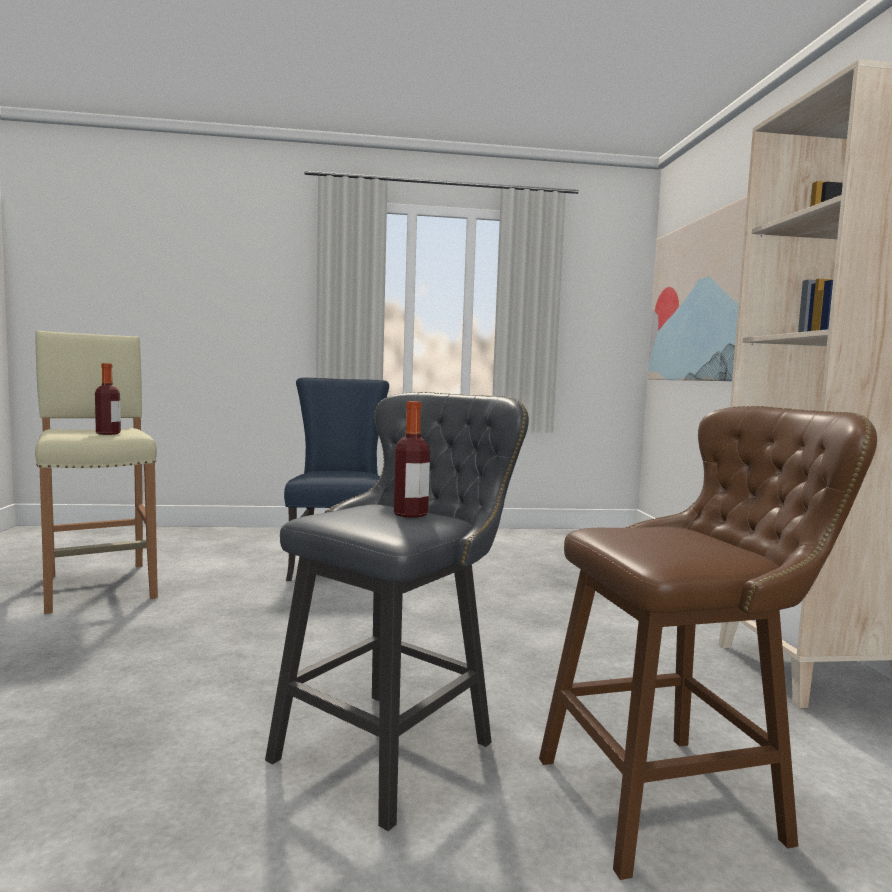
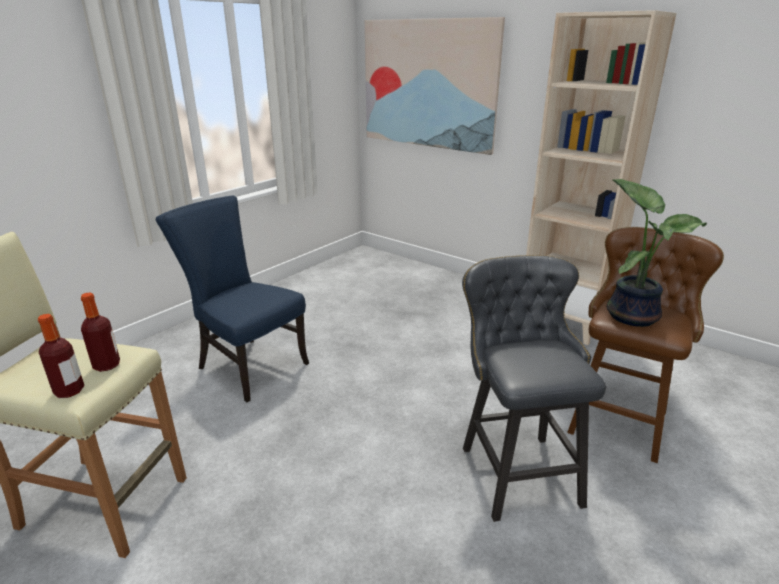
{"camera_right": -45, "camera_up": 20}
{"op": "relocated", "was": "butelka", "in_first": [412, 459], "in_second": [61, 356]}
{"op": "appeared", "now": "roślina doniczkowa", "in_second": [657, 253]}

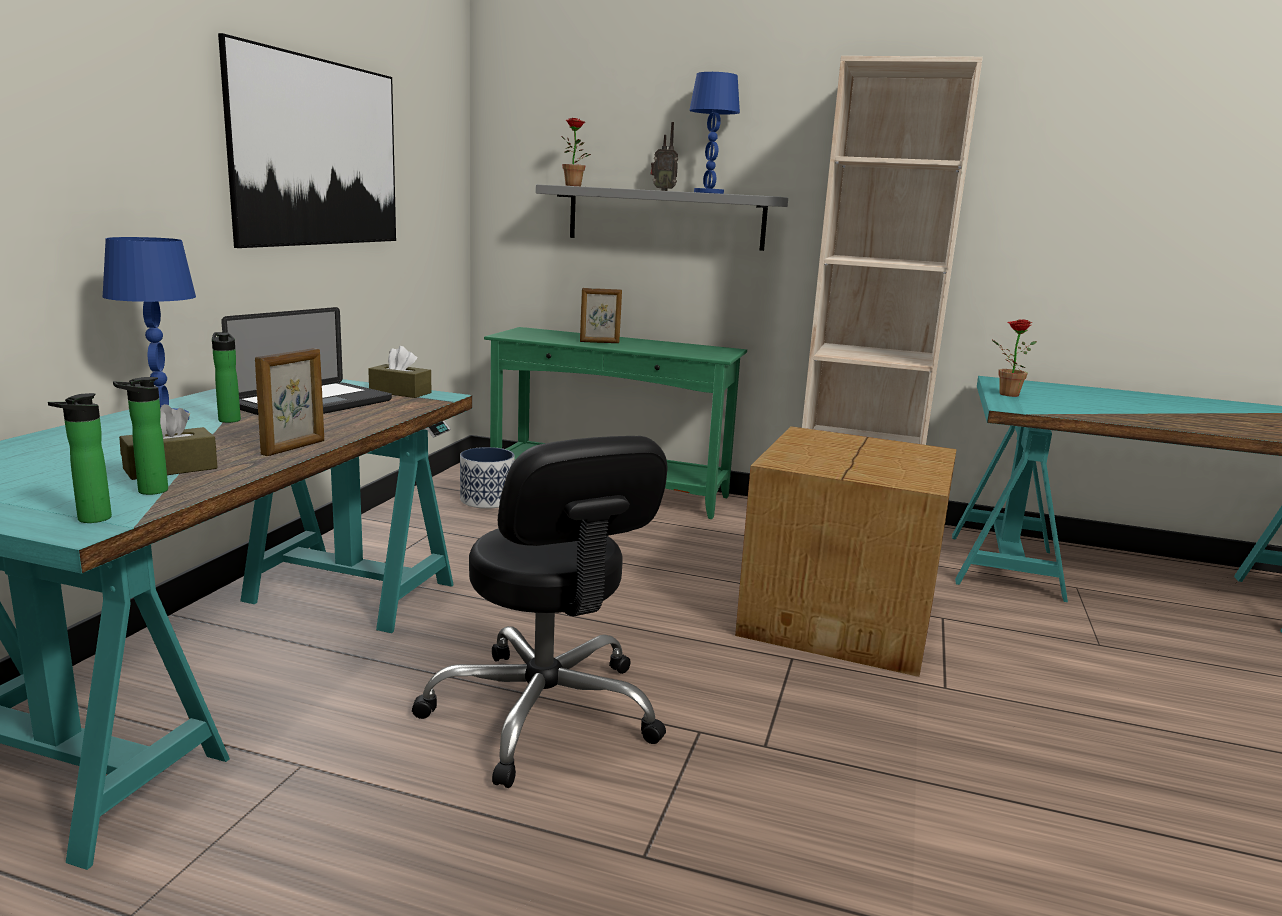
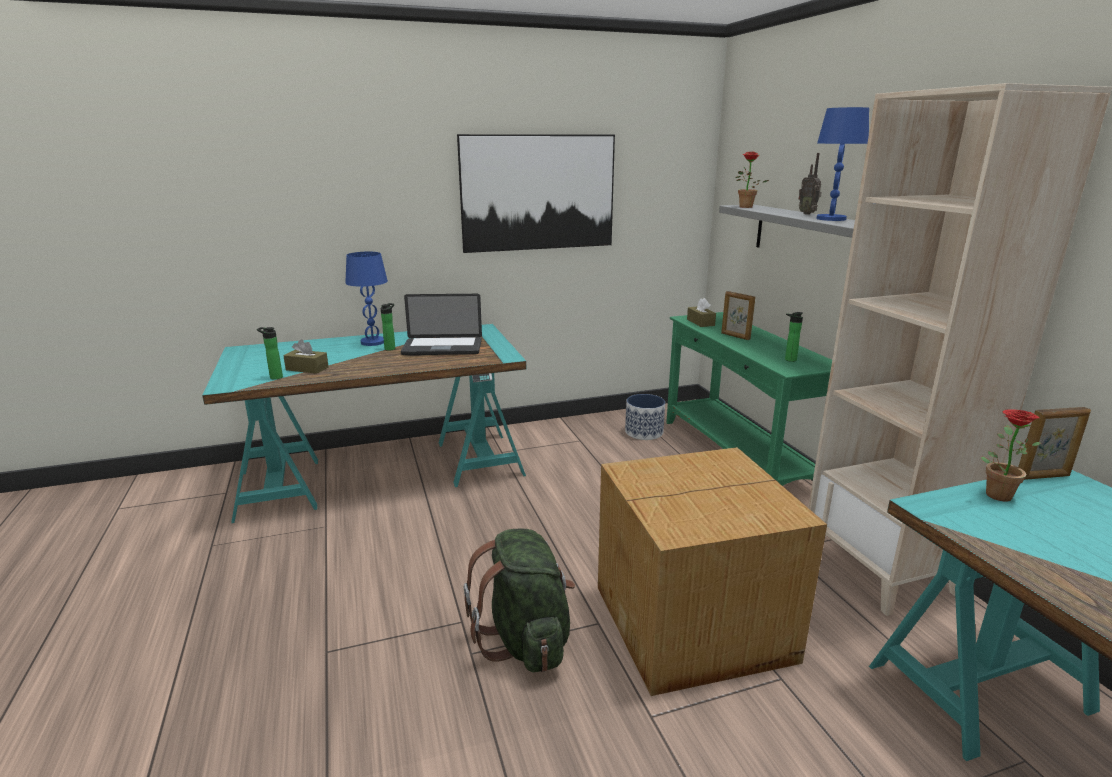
{"camera_right": 55, "camera_up": 5}
{"op": "appeared", "now": "plecak (zielony)", "in_second": [519, 600]}
{"op": "relocated", "was": "pudełko chusteczek (brązowy)", "in_first": [399, 372], "in_second": [701, 312]}
{"op": "relocated", "was": "butelka", "in_first": [80, 458], "in_second": [794, 337]}
{"op": "relocated", "was": "ramka na zdjęcie", "in_first": [289, 402], "in_second": [1054, 443]}
{"op": "missing", "was": "krzesło biurowe (czarny)", "in_first": [539, 612]}

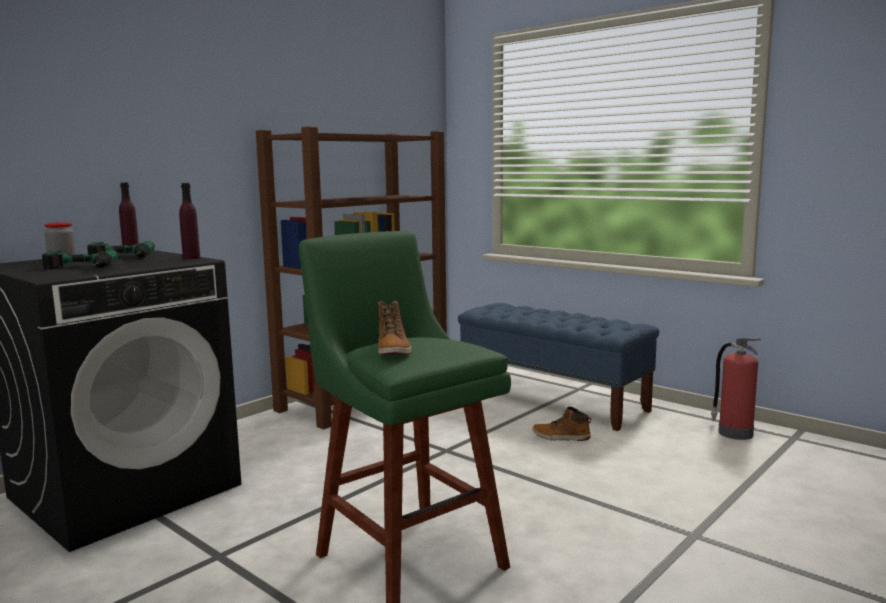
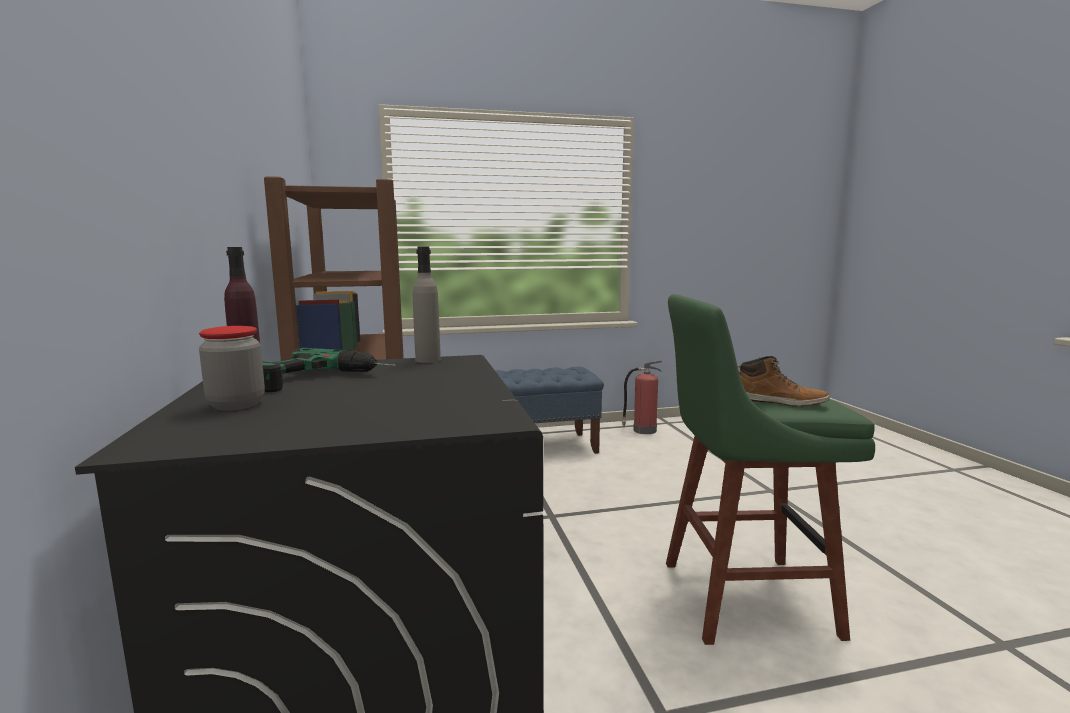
{"camera_right": -55, "camera_up": 0}
{"op": "colour", "was": "butelka (fioletowy)", "now": "butelka (szary)", "in_first": [189, 221], "in_second": [427, 304]}
{"op": "missing", "was": "wiertarka", "in_first": [80, 259]}
{"op": "missing", "was": "but z cholewką", "in_first": [562, 424]}

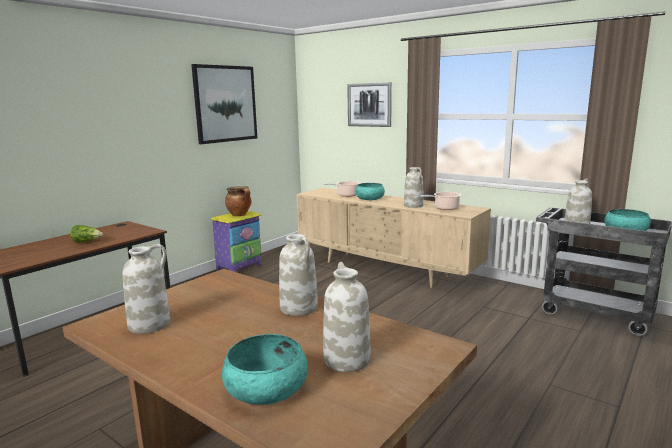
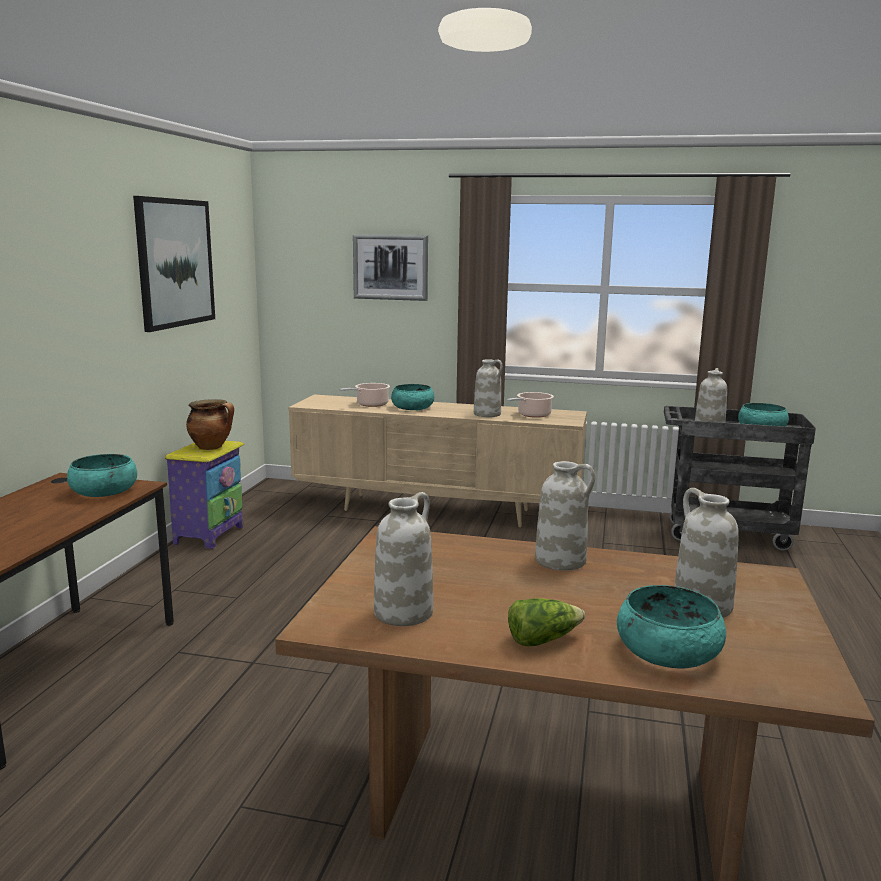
{"camera_right": -25, "camera_up": 0}
{"op": "appeared", "now": "miska (turkusowy)", "in_second": [102, 475]}
{"op": "relocated", "was": "sałata", "in_first": [86, 234], "in_second": [546, 622]}

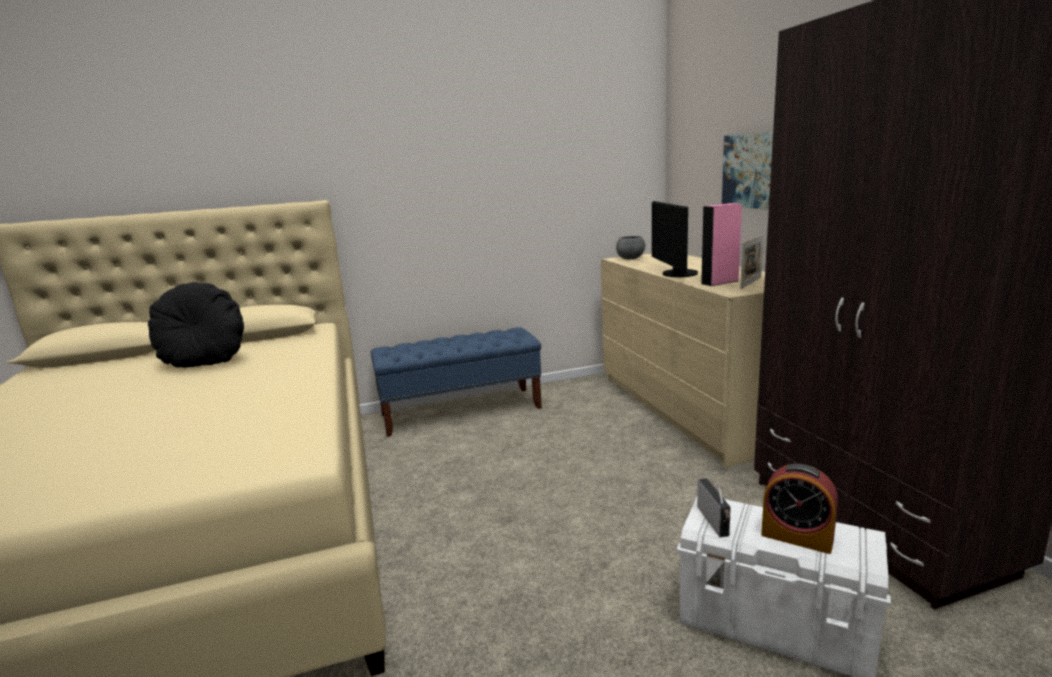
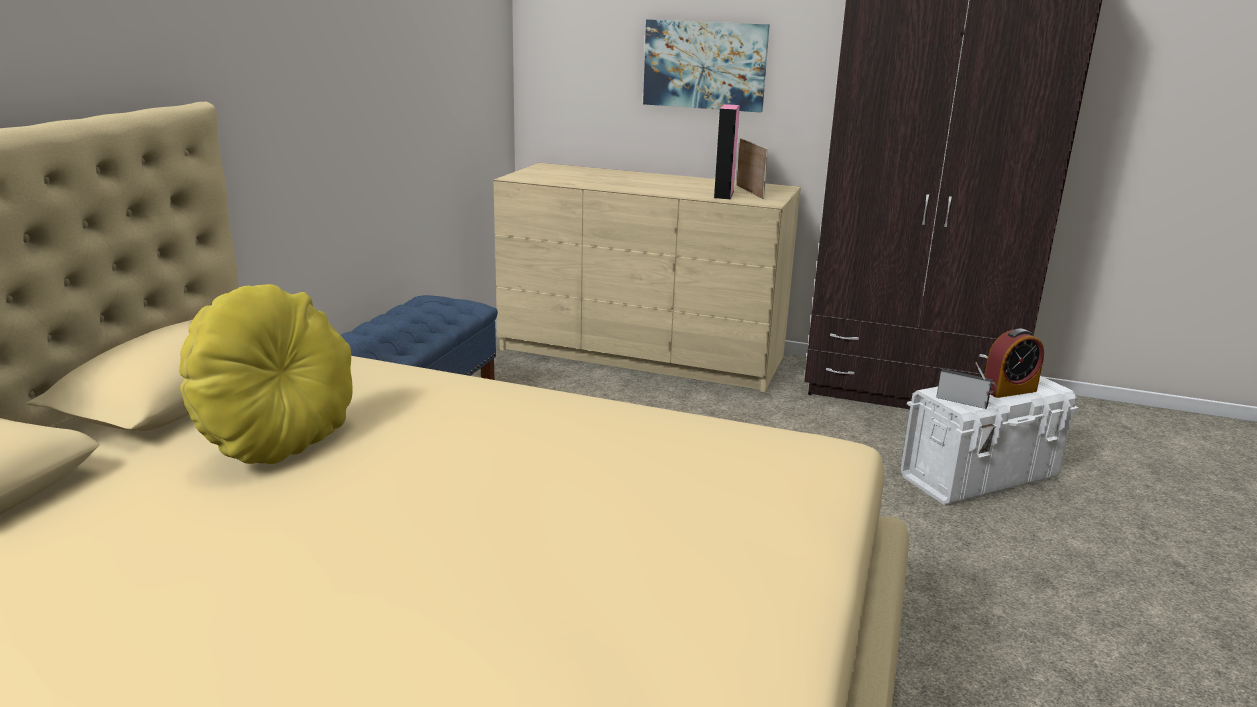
{"camera_right": -55, "camera_up": 5}
{"op": "colour", "was": "poduszka (czarny)", "now": "poduszka (żółty)", "in_first": [196, 325], "in_second": [266, 374]}
{"op": "missing", "was": "miska (szary)", "in_first": [631, 247]}
{"op": "missing", "was": "monitor", "in_first": [675, 239]}

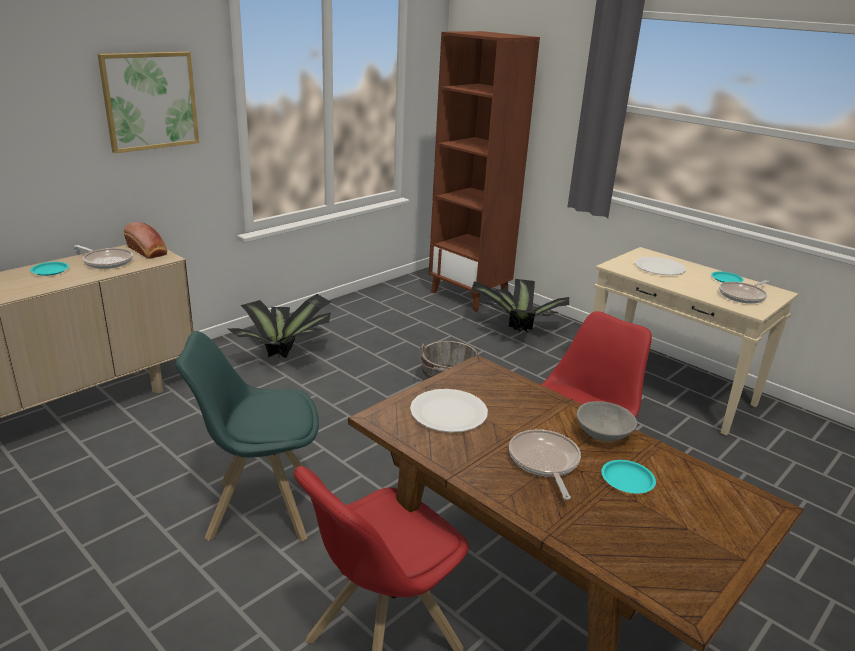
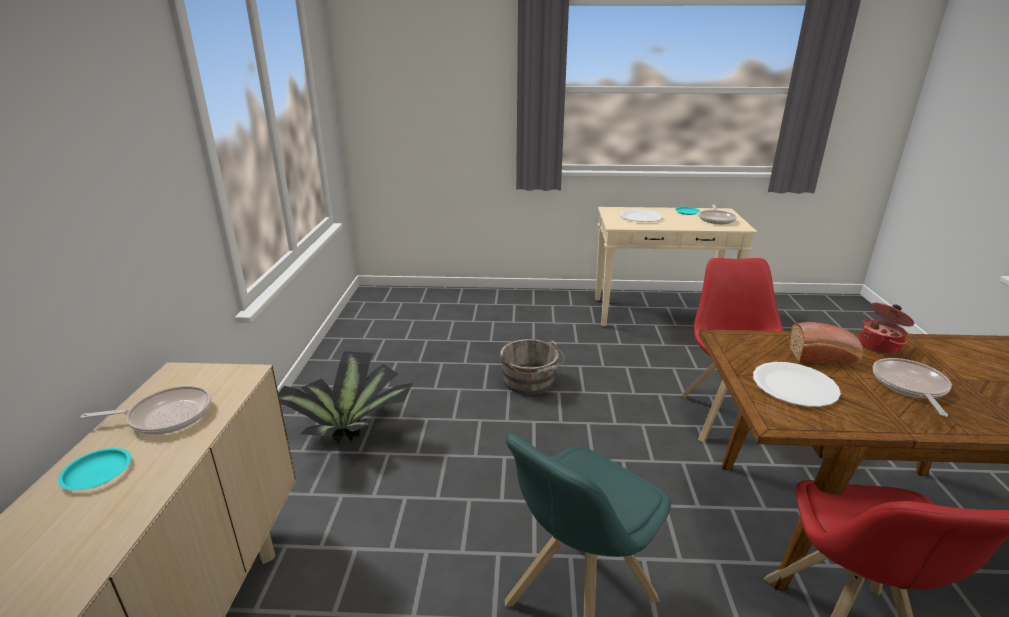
{"camera_right": -40, "camera_up": 0}
{"op": "relocated", "was": "chleb", "in_first": [145, 240], "in_second": [826, 343]}
{"op": "exchanged", "was": "miska (szary)", "now": "garnek", "in_first": [607, 421], "in_second": [886, 328]}
{"op": "spun", "was": "patelnia", "in_first": [545, 464], "in_second": [912, 387], "clockwise": 60}
{"op": "missing", "was": "obraz", "in_first": [148, 102]}
{"op": "missing", "was": "regał (brązowy)", "in_first": [484, 171]}
{"op": "missing", "was": "roślina doniczkowa", "in_first": [520, 305]}
{"op": "missing", "was": "talerz (turkusowy)", "in_first": [628, 477]}

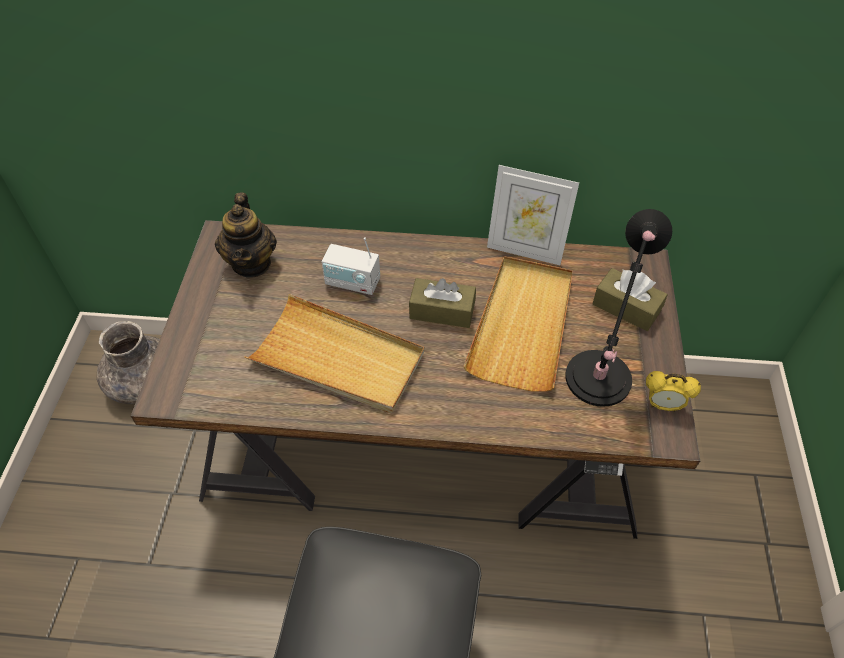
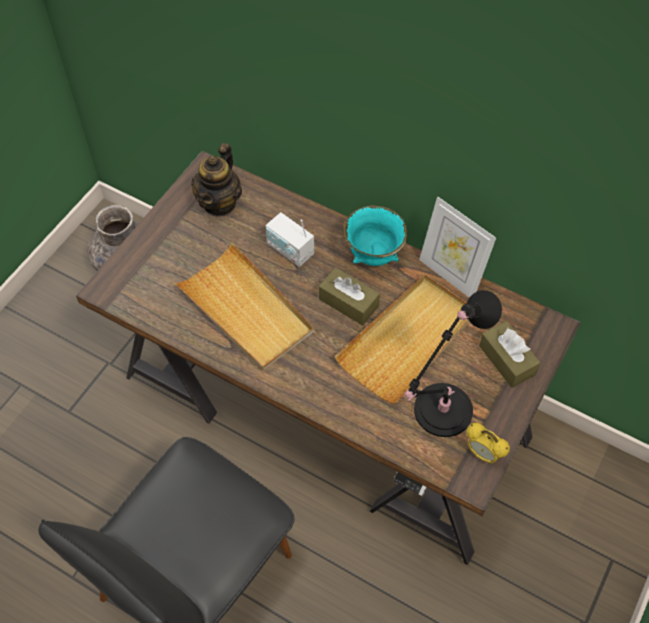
{"camera_right": 25, "camera_up": 5}
{"op": "appeared", "now": "miska (turkusowy)", "in_second": [375, 235]}

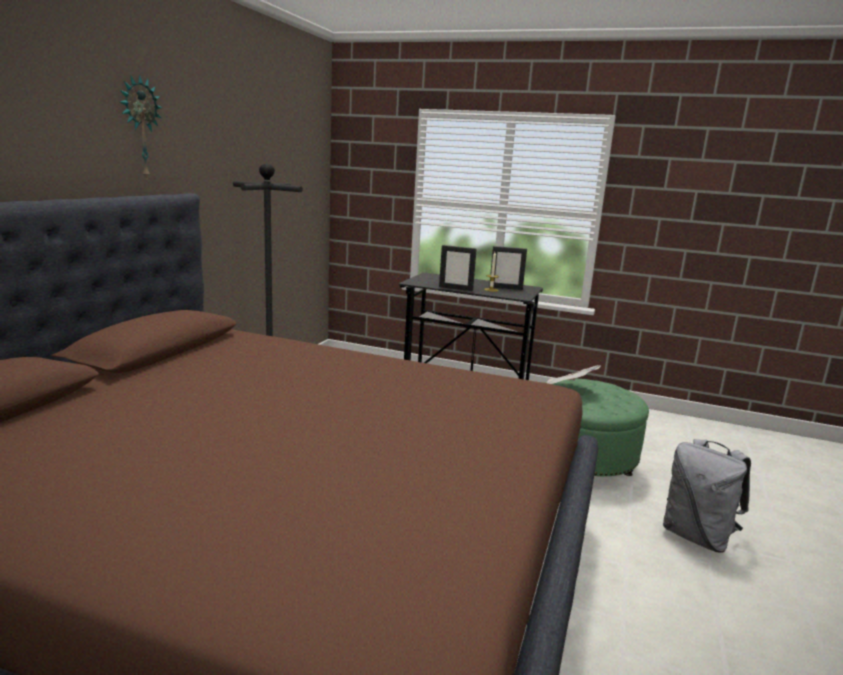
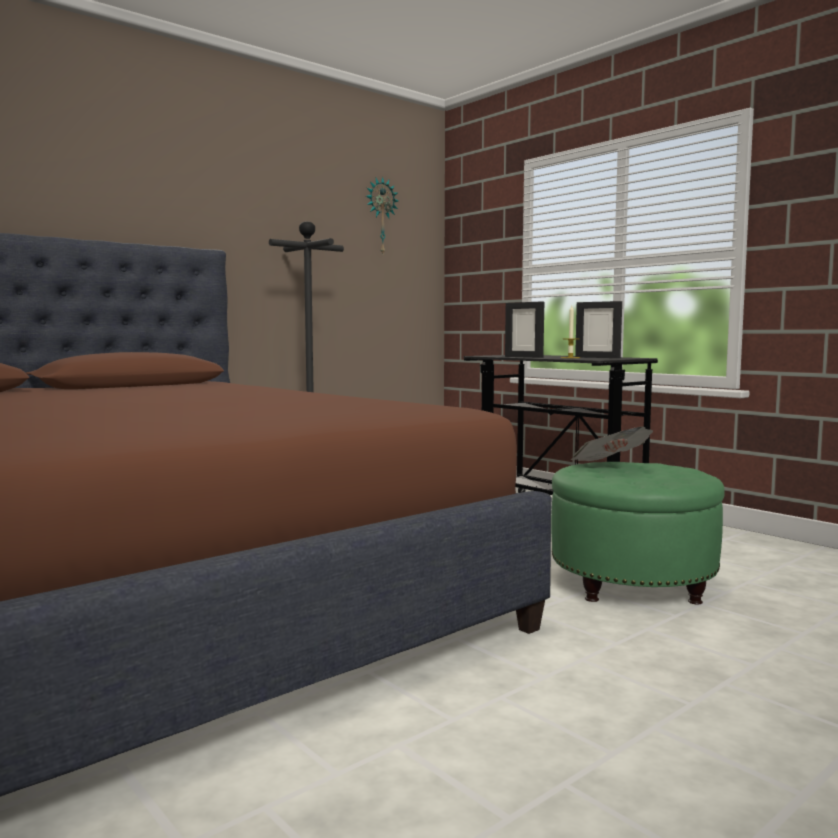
{"camera_right": 30, "camera_up": -10}
{"op": "relocated", "was": "zegar ścienny", "in_first": [141, 126], "in_second": [382, 215]}
{"op": "missing", "was": "plecak (szary)", "in_first": [707, 496]}

